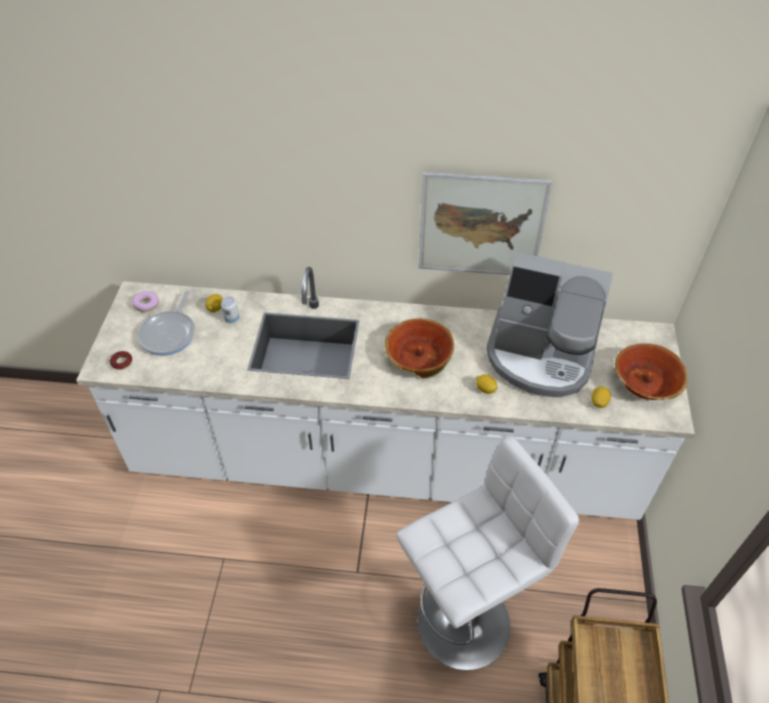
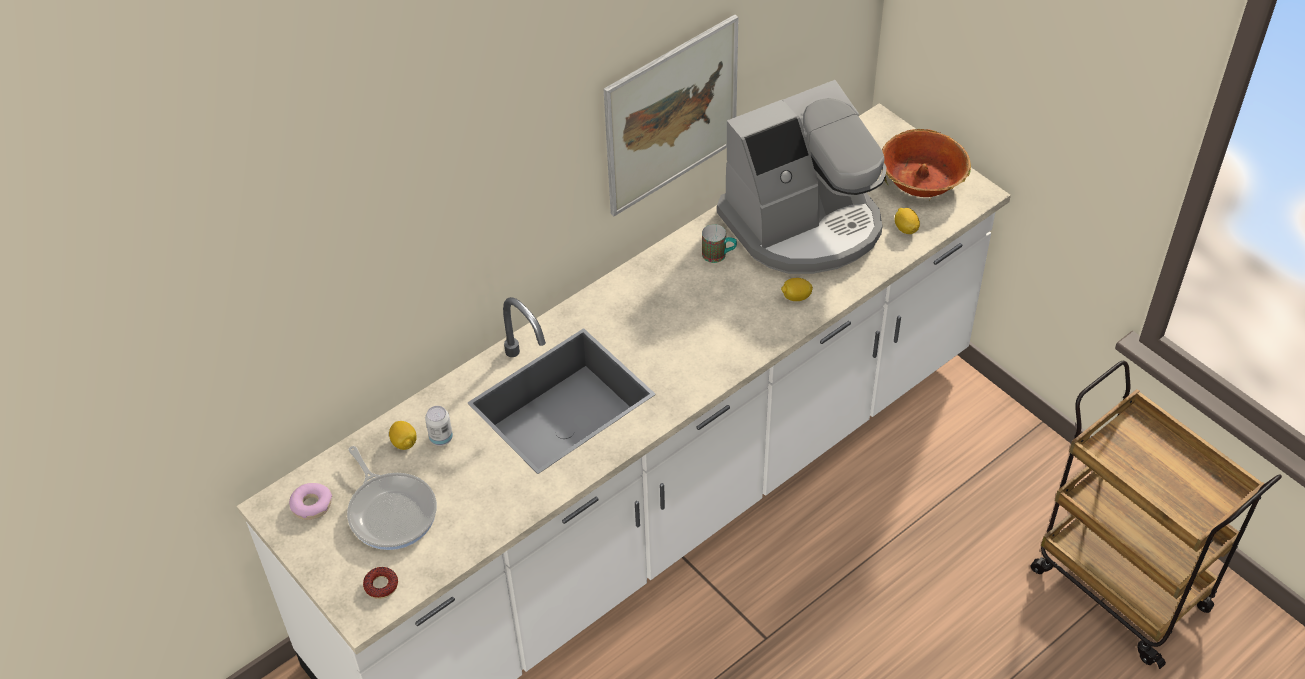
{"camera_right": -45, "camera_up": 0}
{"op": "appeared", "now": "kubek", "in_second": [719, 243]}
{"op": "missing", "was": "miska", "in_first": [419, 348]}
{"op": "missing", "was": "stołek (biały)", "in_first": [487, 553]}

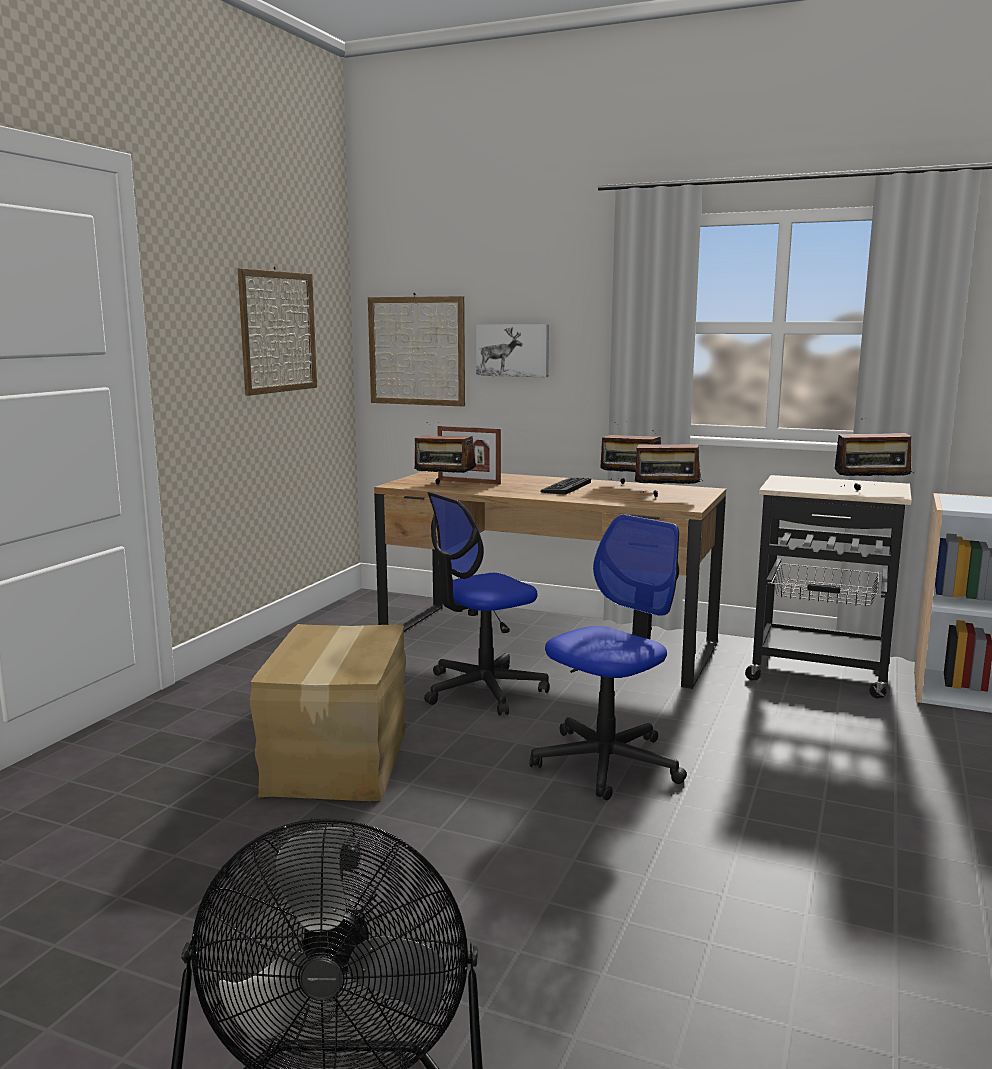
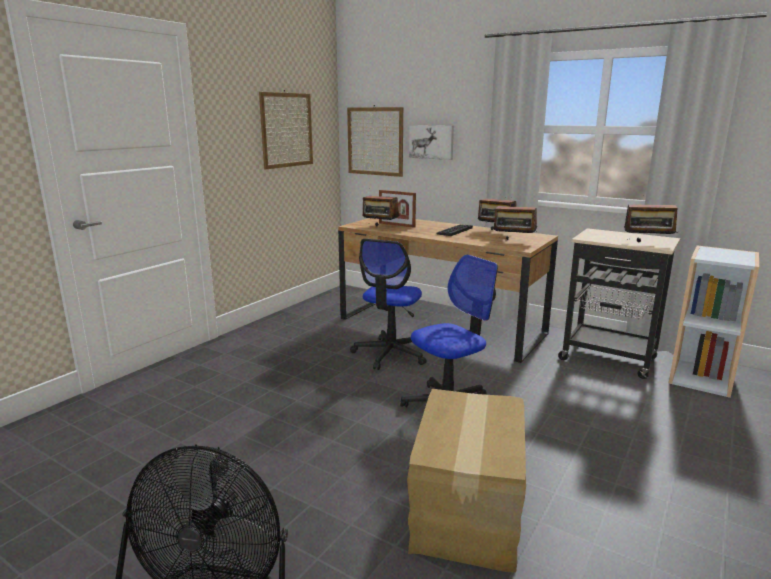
{"camera_right": 10, "camera_up": 5}
{"op": "spun", "was": "krzesło biurowe", "in_first": [487, 604], "in_second": [388, 304], "clockwise": -45}
{"op": "relocated", "was": "karton", "in_first": [328, 712], "in_second": [466, 481]}

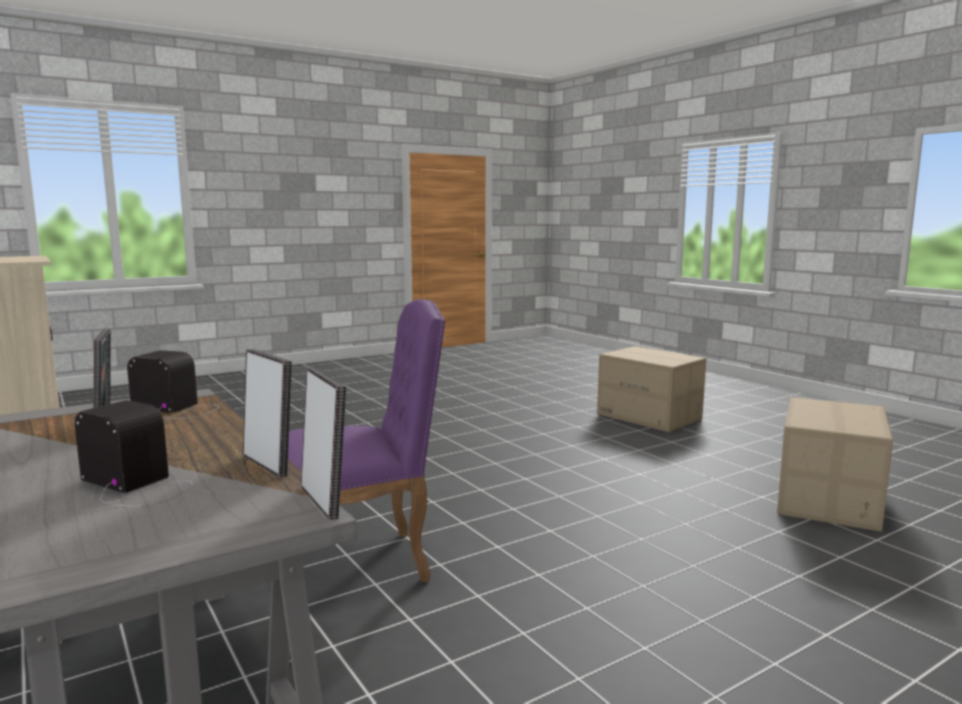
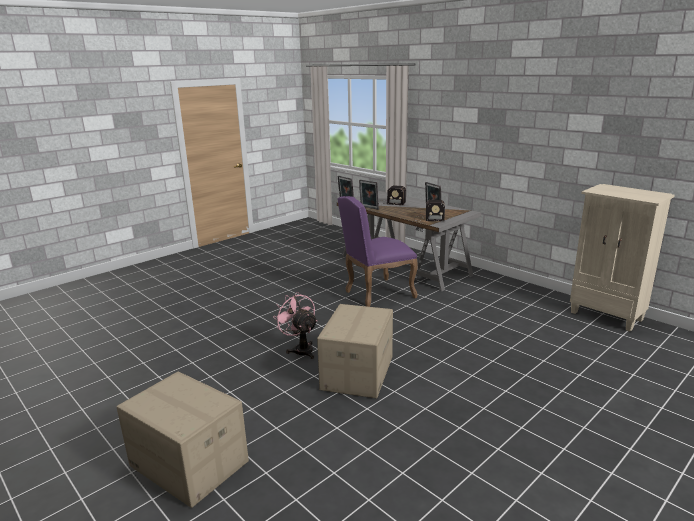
{"camera_right": 170, "camera_up": 10}
{"op": "appeared", "now": "wentylator (różowy)", "in_second": [295, 325]}
{"op": "relocated", "was": "karton", "in_first": [835, 464], "in_second": [355, 351]}

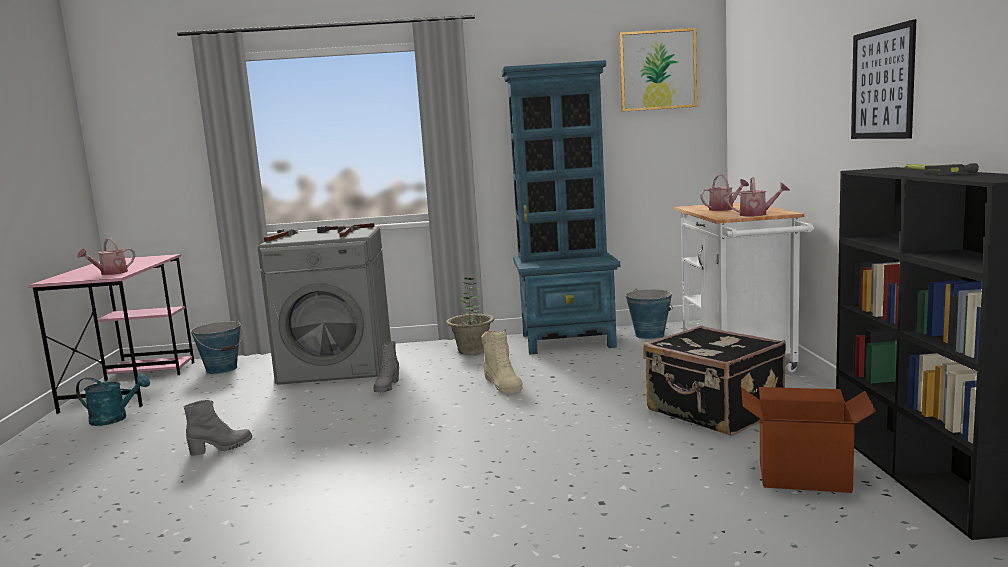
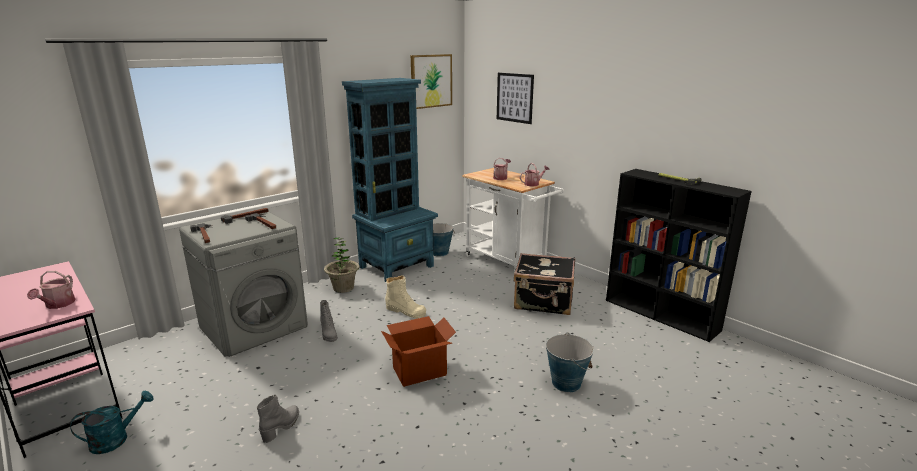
{"camera_right": -40, "camera_up": 10}
{"op": "relocated", "was": "karton", "in_first": [808, 440], "in_second": [418, 351]}
{"op": "relocated", "was": "obraz", "in_first": [883, 79], "in_second": [515, 98]}
{"op": "relocated", "was": "wiadro", "in_first": [217, 347], "in_second": [570, 362]}

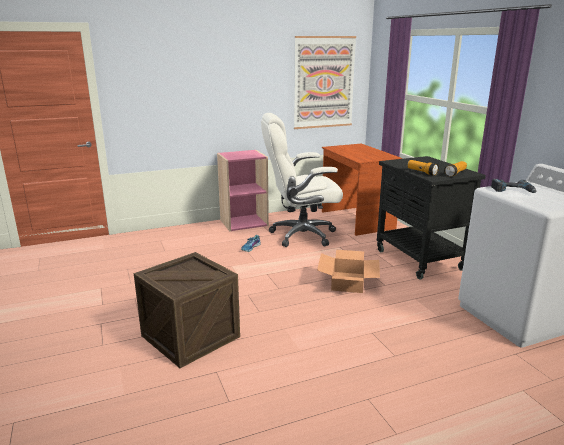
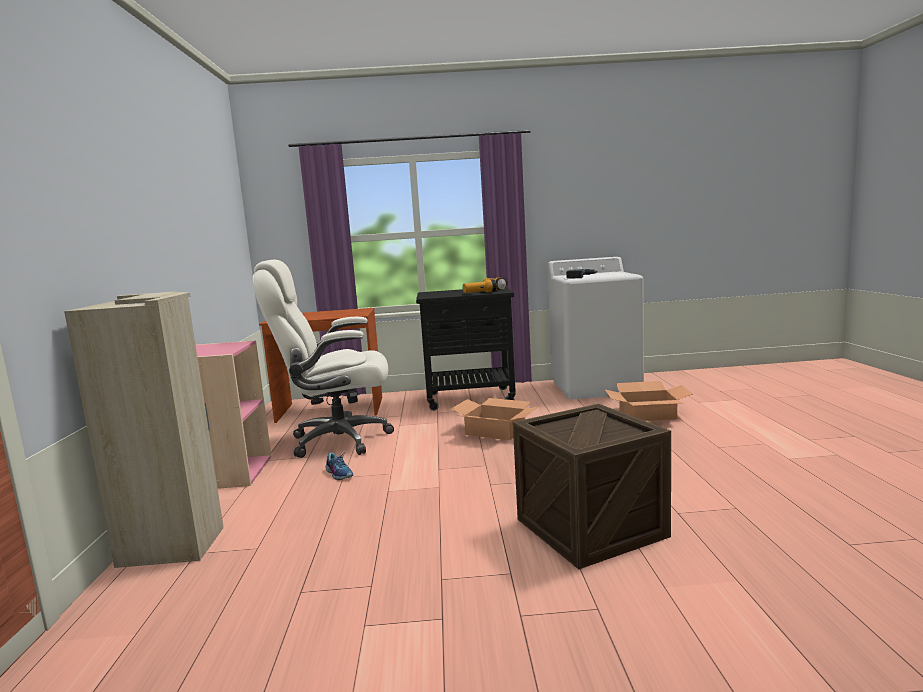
{"camera_right": -70, "camera_up": -10}
{"op": "appeared", "now": "szafka (beżowy)", "in_second": [144, 430]}
{"op": "spun", "was": "krzesło biurowe (biały)", "in_first": [302, 180], "in_second": [323, 359], "clockwise": 75}
{"op": "appeared", "now": "karton", "in_second": [648, 401]}
{"op": "missing", "was": "obraz", "in_first": [325, 82]}

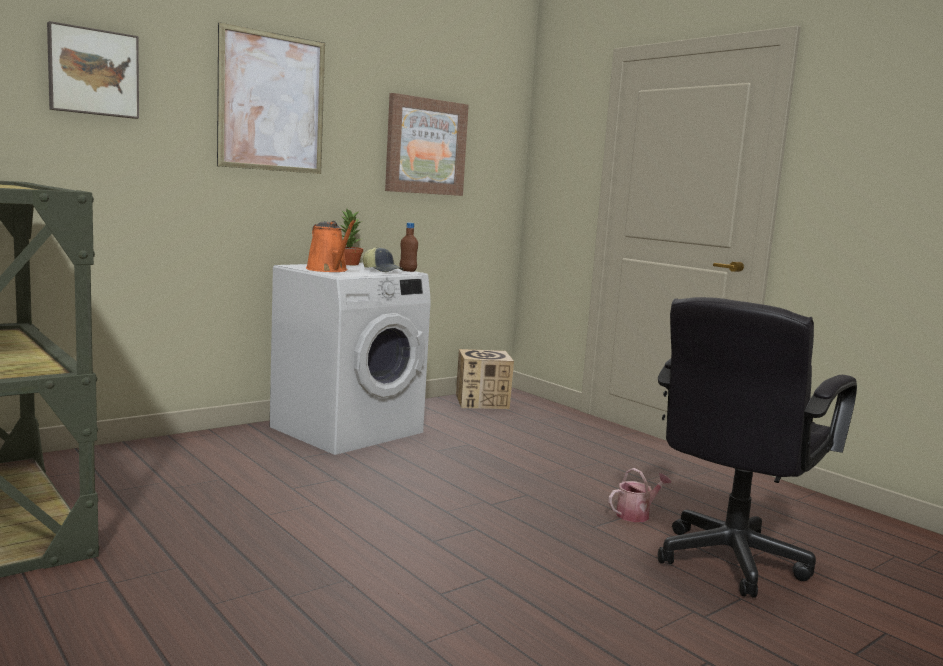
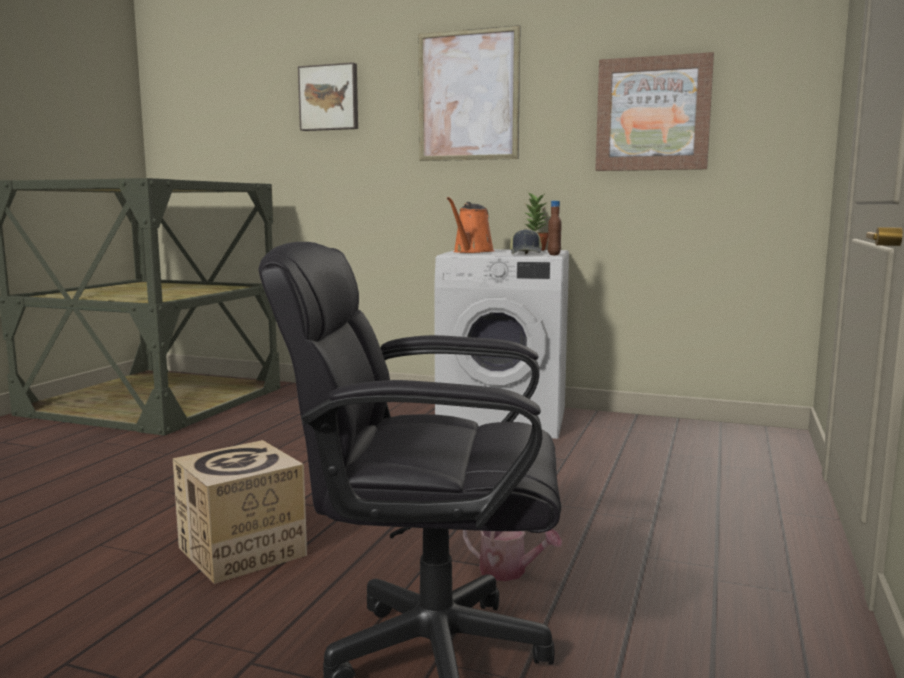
{"camera_right": 60, "camera_up": 0}
{"op": "relocated", "was": "karton", "in_first": [485, 379], "in_second": [240, 512]}

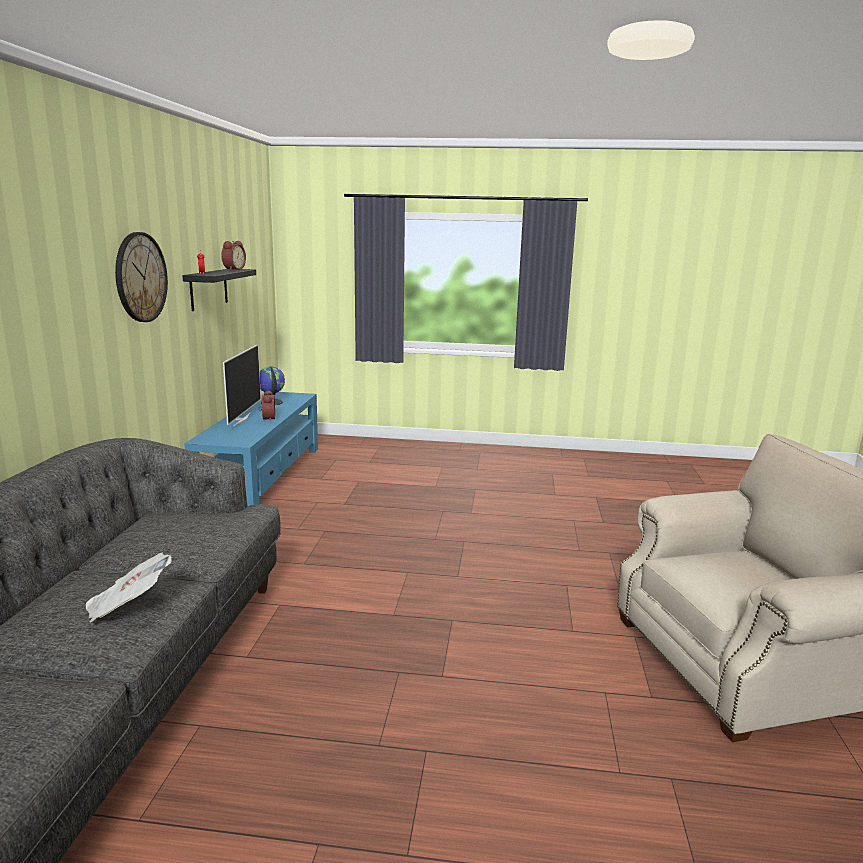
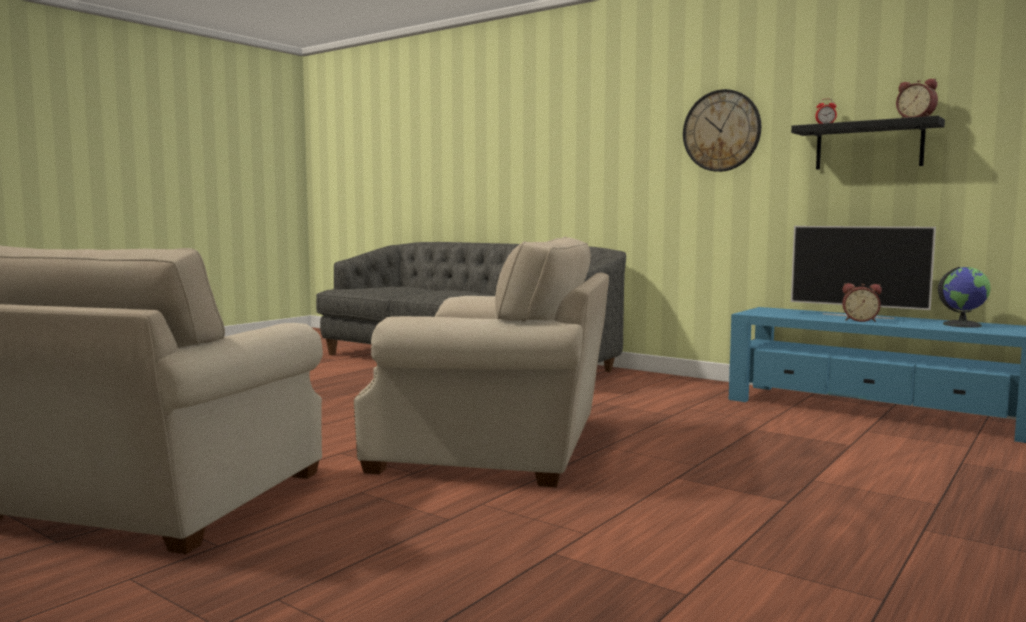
{"camera_right": 120, "camera_up": -10}
{"op": "appeared", "now": "fotel (beżowy)", "in_second": [481, 362]}
{"op": "missing", "was": "gazeta", "in_first": [128, 587]}

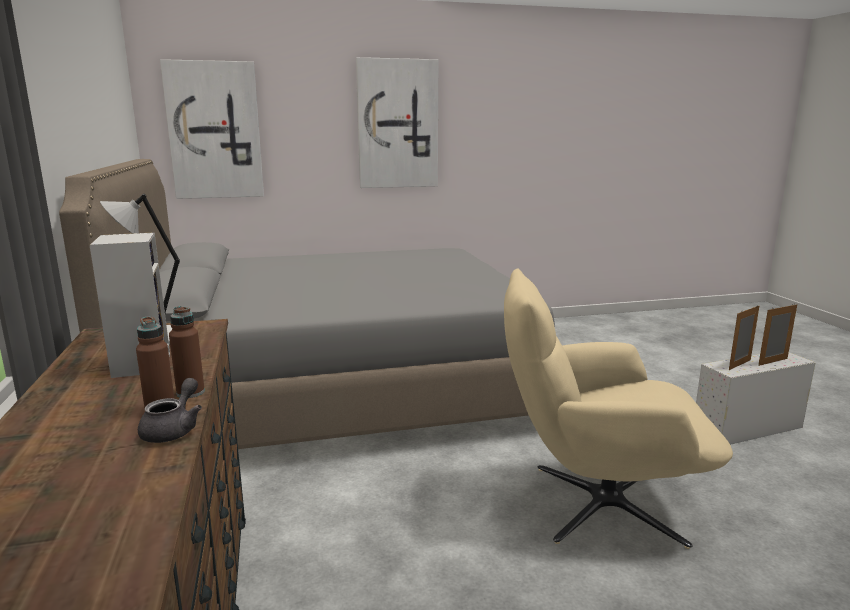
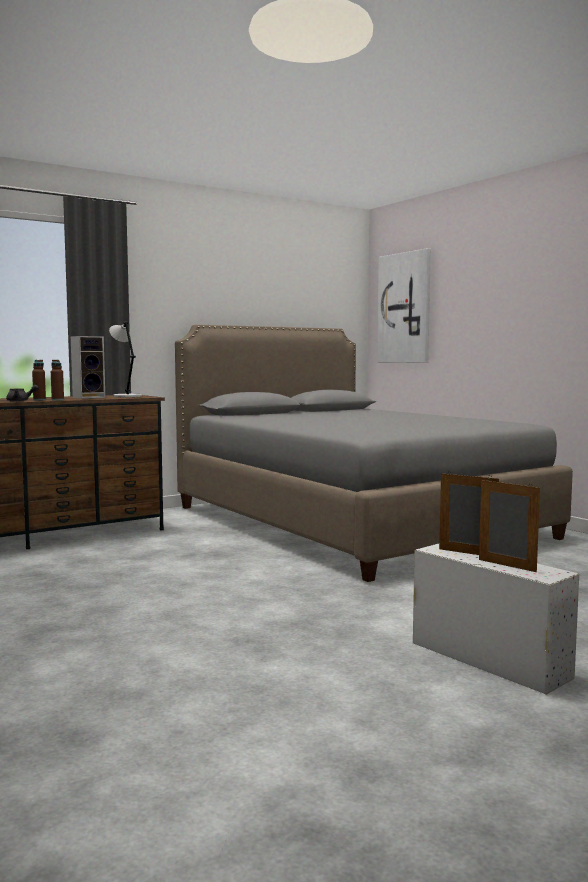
{"camera_right": 70, "camera_up": -10}
{"op": "missing", "was": "obraz", "in_first": [397, 122]}
{"op": "missing", "was": "fotel (beżowy)", "in_first": [618, 408]}

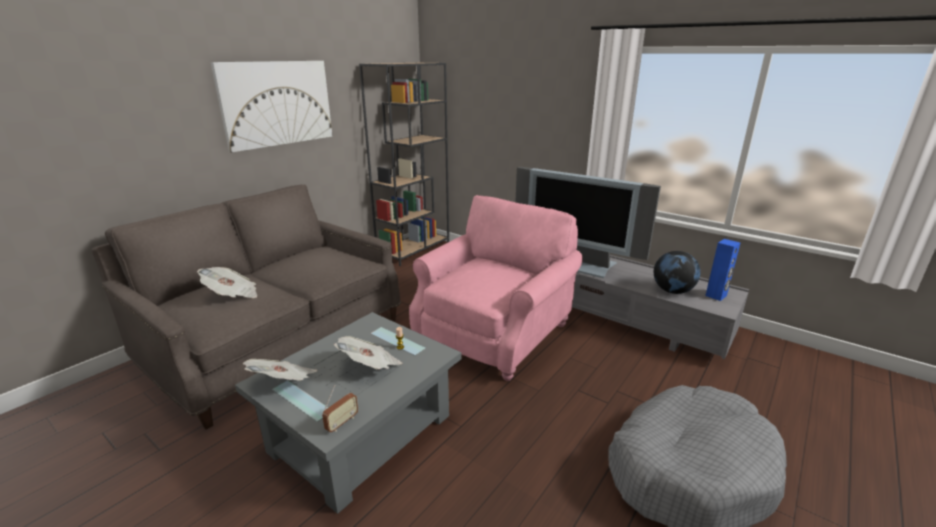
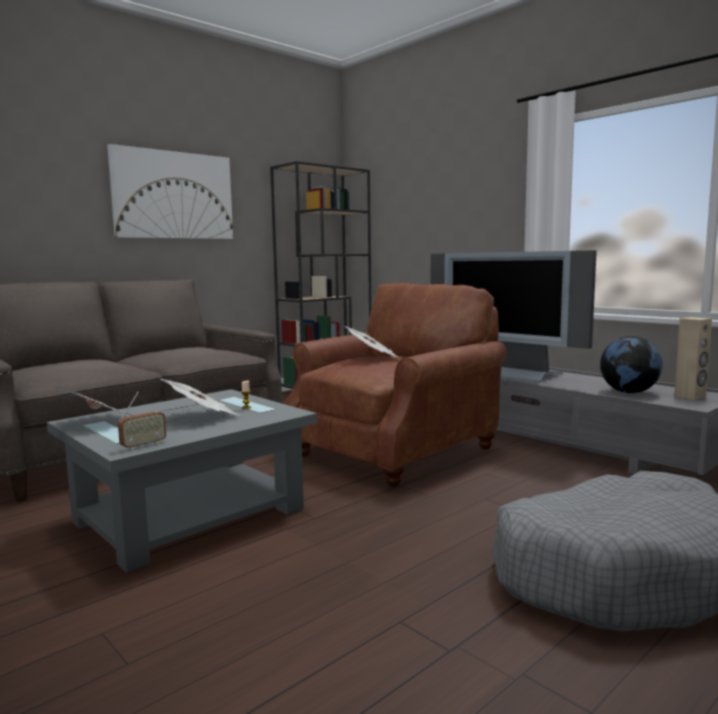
{"camera_right": 10, "camera_up": -15}
{"op": "colour", "was": "fotel (różowy)", "now": "fotel (brązowy)", "in_first": [496, 288], "in_second": [395, 385]}
{"op": "relocated", "was": "gazeta", "in_first": [227, 282], "in_second": [372, 342]}
{"op": "colour", "was": "głośnik (niebieski)", "now": "głośnik (beżowy)", "in_first": [722, 270], "in_second": [693, 358]}

